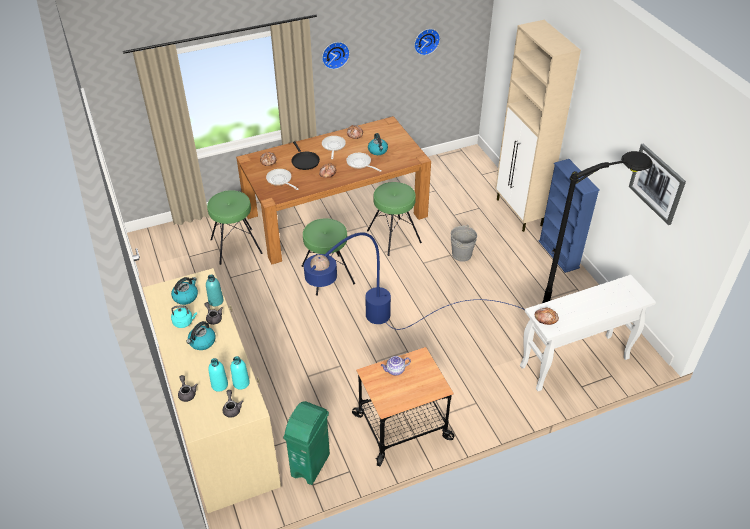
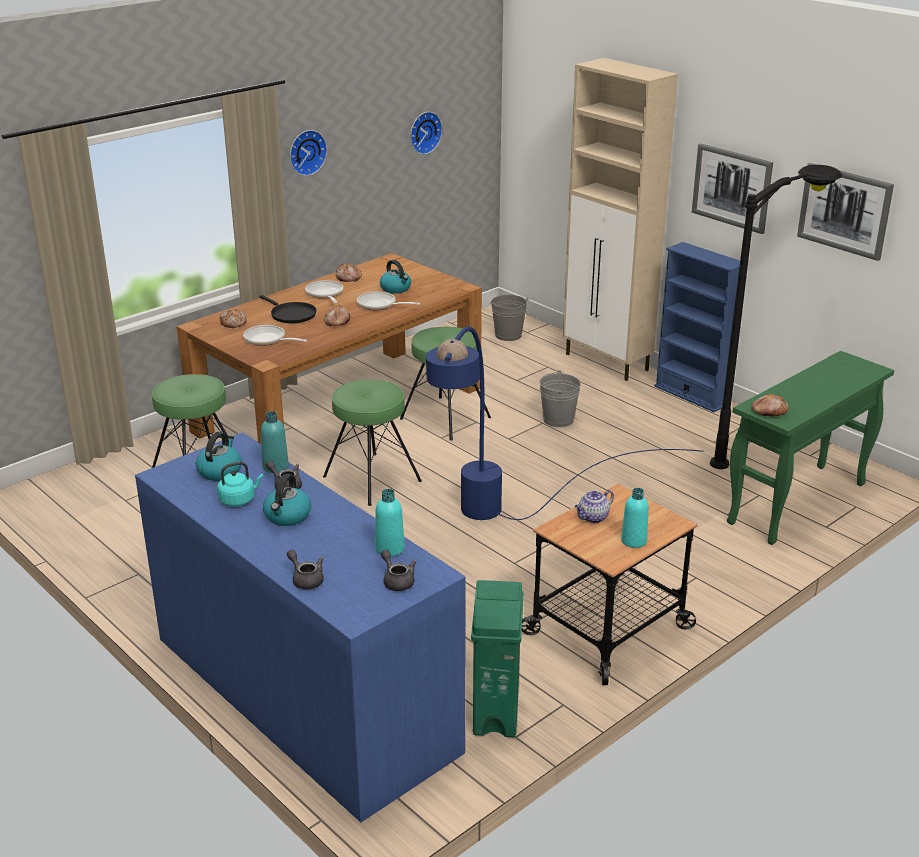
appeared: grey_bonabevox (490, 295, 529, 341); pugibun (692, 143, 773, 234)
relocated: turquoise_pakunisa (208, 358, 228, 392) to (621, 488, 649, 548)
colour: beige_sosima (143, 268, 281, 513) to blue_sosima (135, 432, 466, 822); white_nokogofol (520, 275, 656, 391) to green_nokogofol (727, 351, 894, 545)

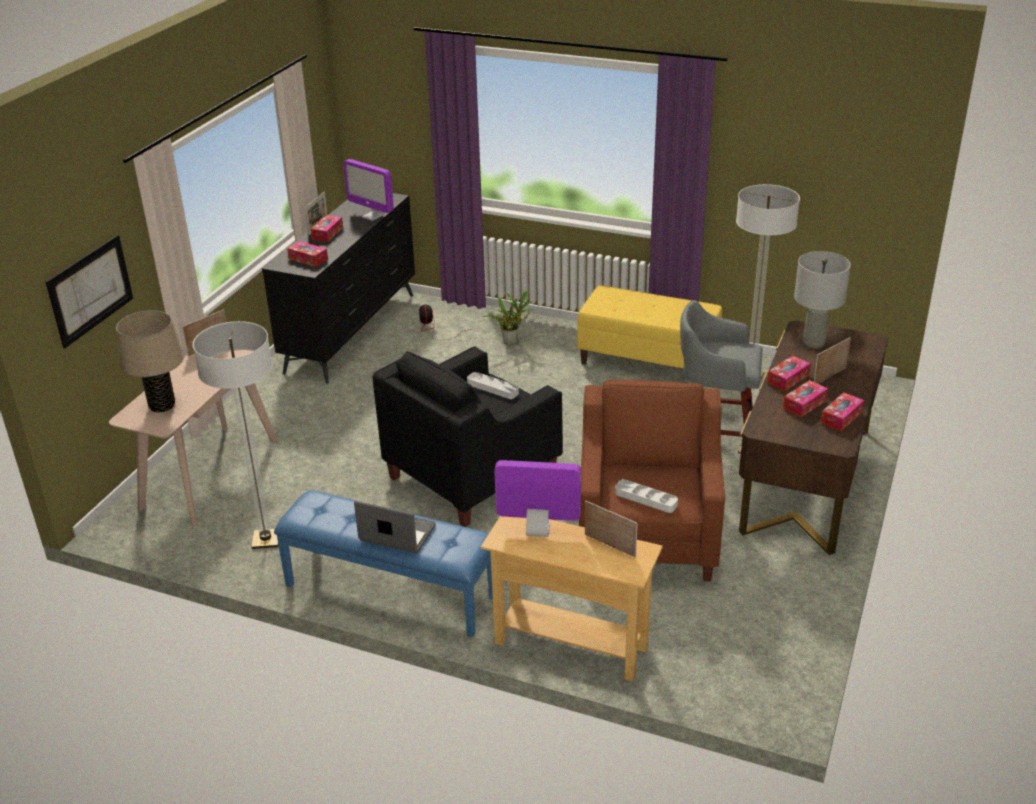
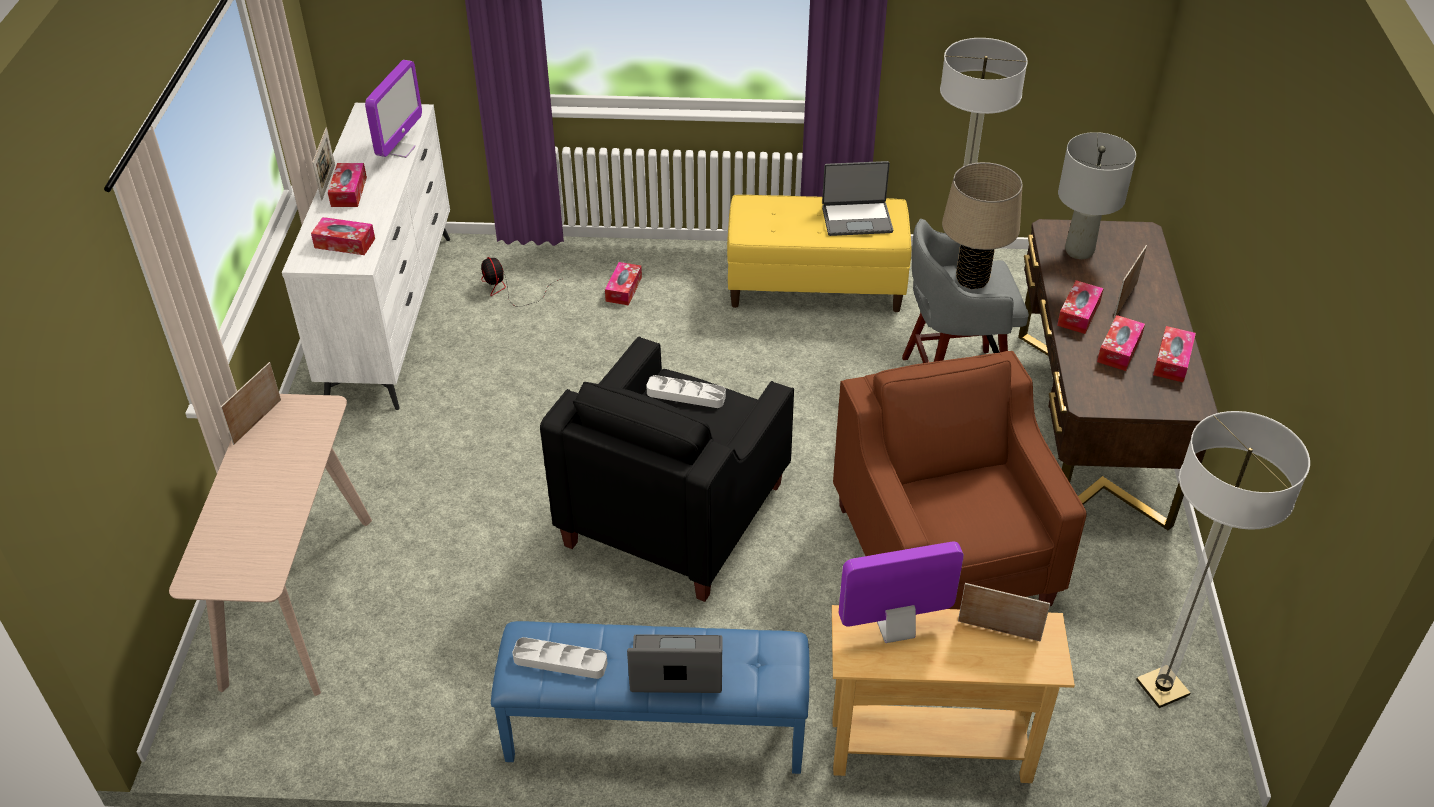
missing: pugibun (46, 235, 133, 348)
appeared: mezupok (822, 161, 893, 236)
relocated: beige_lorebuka (116, 311, 184, 412) to (942, 162, 1022, 289); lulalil (193, 321, 278, 549) to (1136, 411, 1310, 708); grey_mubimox (615, 479, 678, 513) to (512, 637, 608, 679)
exchanged: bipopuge (483, 291, 533, 345) to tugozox (605, 262, 642, 305)
colour: black_sosima (262, 193, 415, 384) to white_sosima (282, 103, 450, 410)
spun: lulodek (343, 159, 394, 221) = (365, 60, 422, 158) 90 degrees counterclockwise

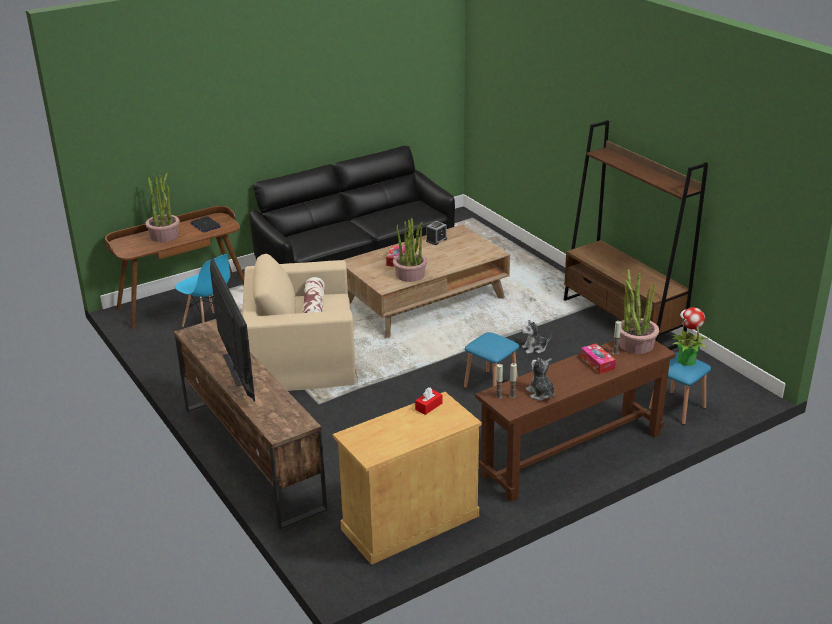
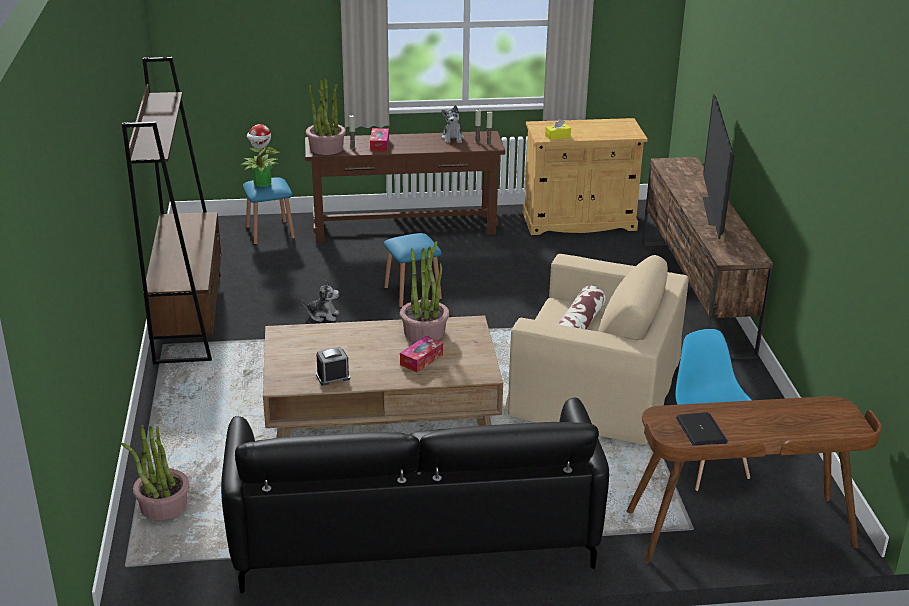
relocated: bipopuge (145, 173, 180, 242) to (121, 425, 189, 520)
colour: red_tugozox (415, 387, 442, 415) to yellow_tugozox (545, 119, 571, 140)

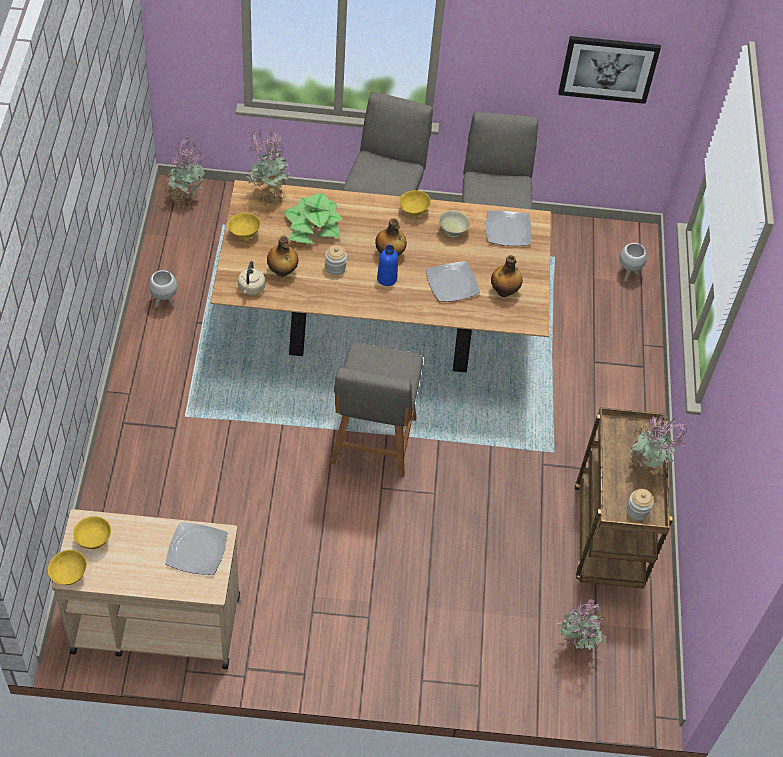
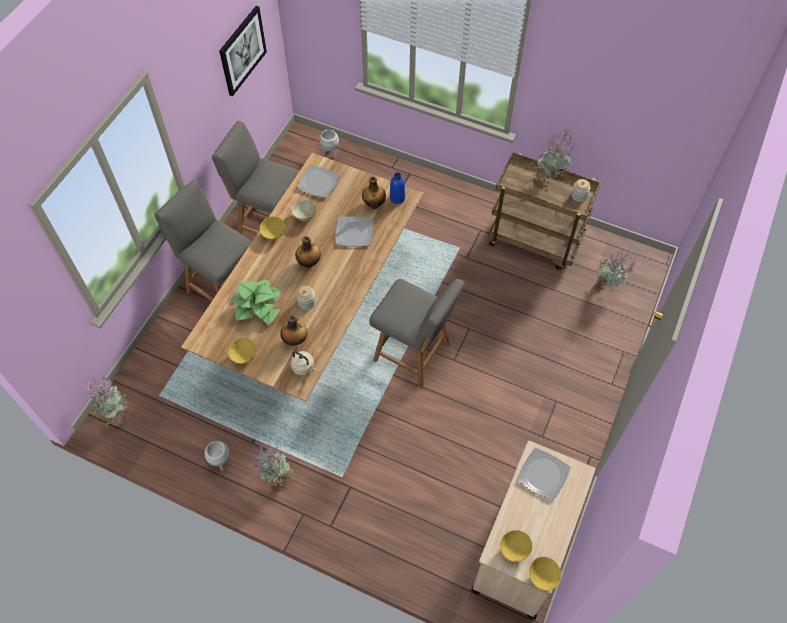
relocated: bipopuge (247, 129, 291, 207) to (249, 442, 296, 491); blue_pakunisa (377, 245, 398, 286) to (390, 172, 405, 204)

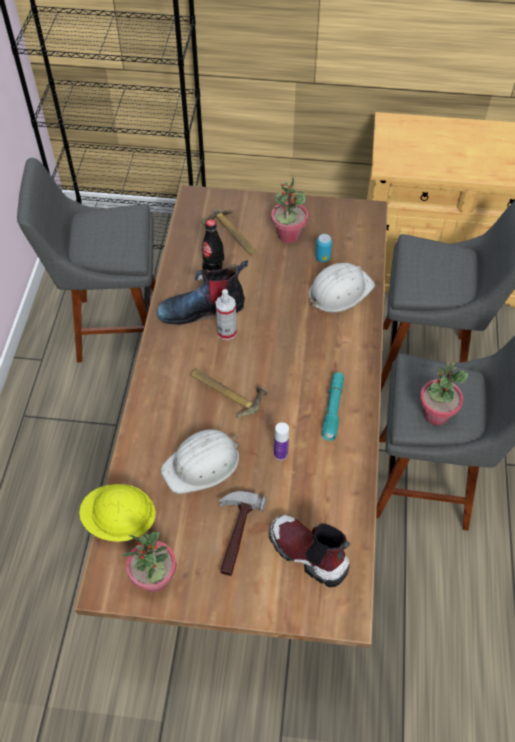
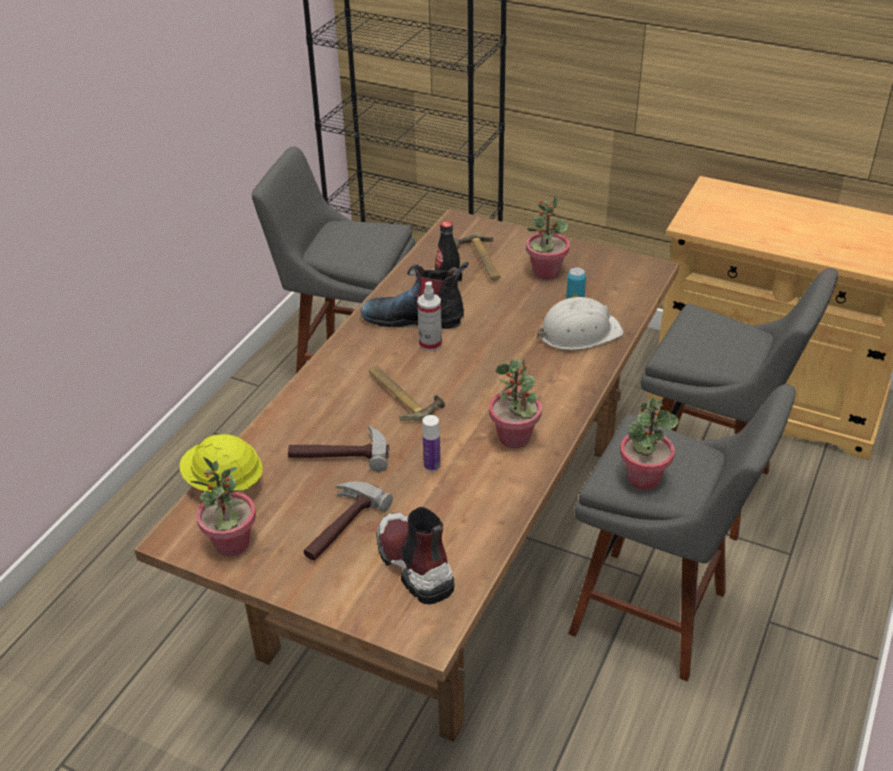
exchanged: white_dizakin (161, 429, 239, 494) to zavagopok (288, 426, 389, 472); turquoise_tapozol (322, 372, 344, 441) to bipopuge (489, 359, 542, 448)

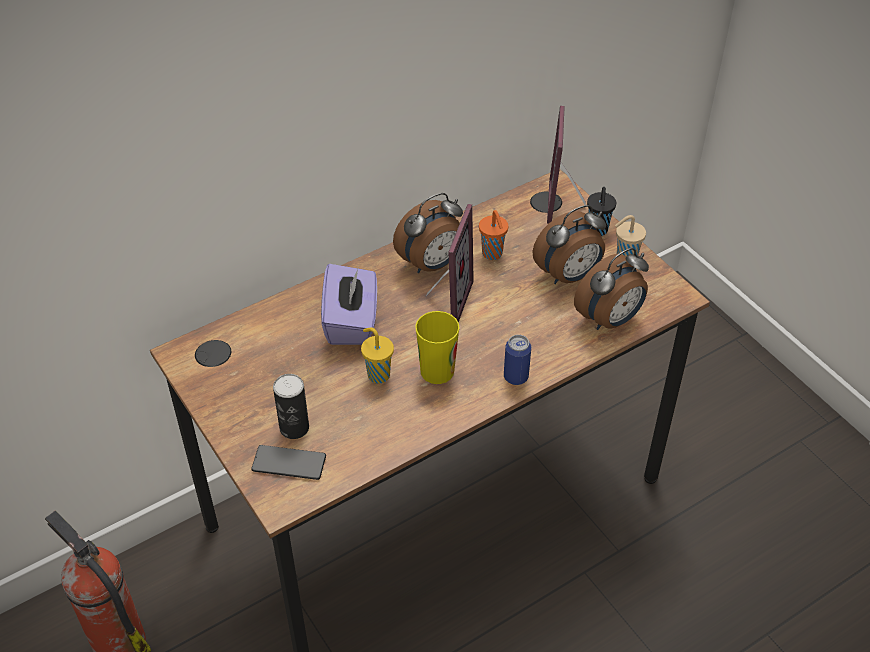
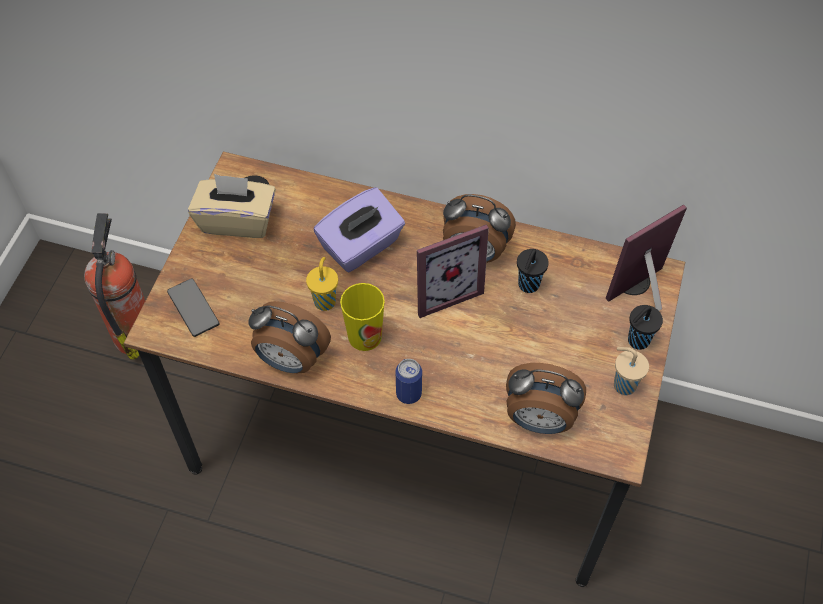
missing: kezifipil (273, 374, 309, 439)
appeared: beige_tugozox (188, 174, 276, 238)
relocated: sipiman (533, 205, 606, 284) to (248, 301, 331, 373)
colour: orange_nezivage (479, 210, 508, 260) to black_nezivage (517, 249, 549, 293)

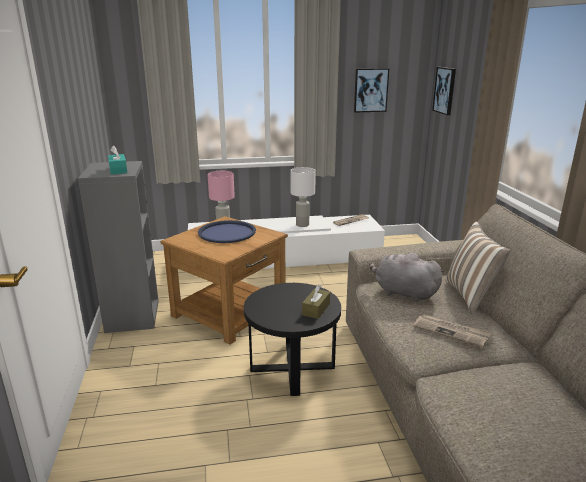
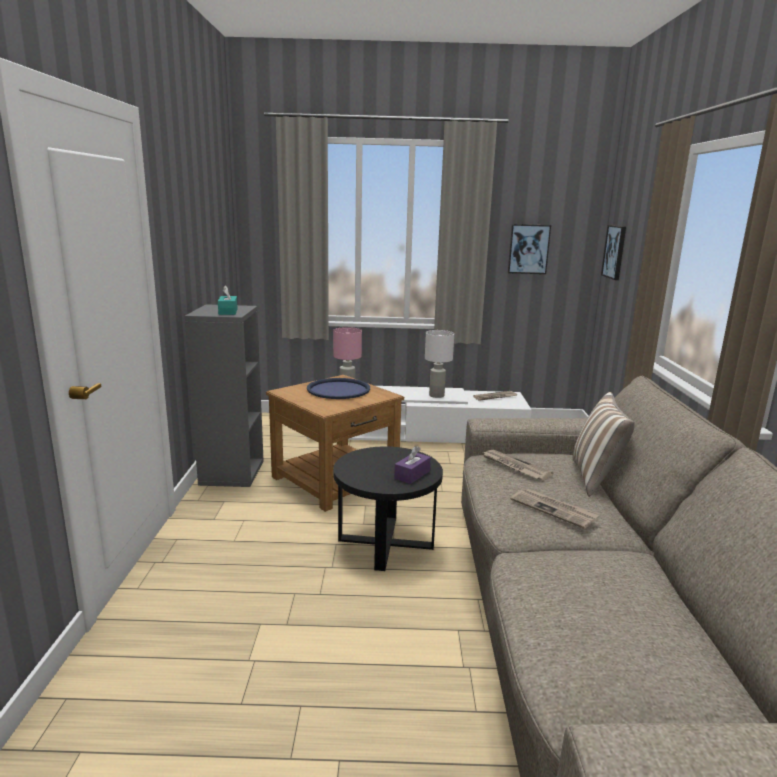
exchanged: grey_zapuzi (369, 253, 444, 302) to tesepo (483, 450, 553, 480)
colour: brown_tugozox (302, 284, 330, 319) to purple_tugozox (394, 446, 431, 484)

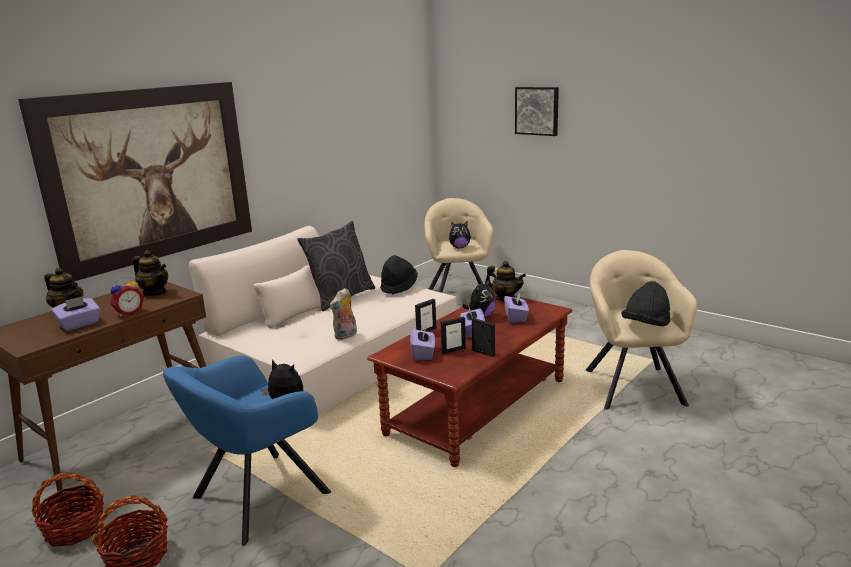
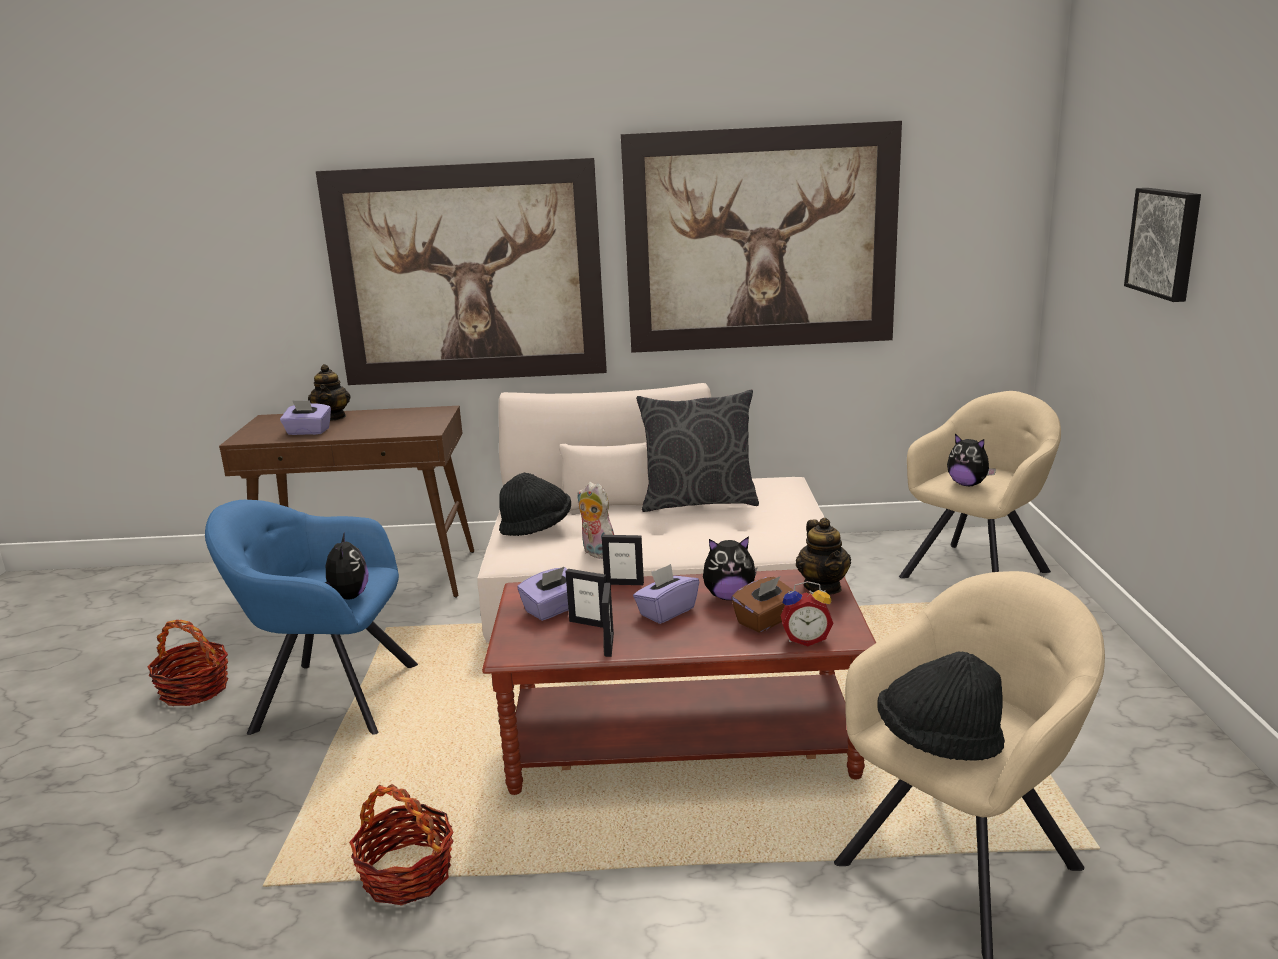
missing: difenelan (132, 250, 168, 296)
appeared: pugibun (621, 121, 902, 353)
relocated: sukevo (32, 472, 104, 547) to (349, 784, 454, 906); sipiman (110, 277, 144, 317) to (781, 581, 834, 646); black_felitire (381, 255, 418, 294) to (499, 473, 571, 536)
colour: purple_tugozox (504, 293, 529, 323) to brown_tugozox (732, 576, 793, 633)
spun: zapuzi (330, 288, 357, 340) = (577, 482, 614, 559) 45 degrees clockwise

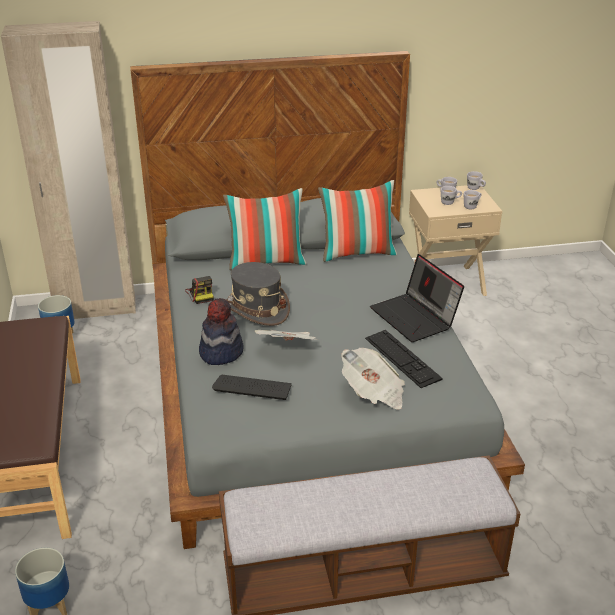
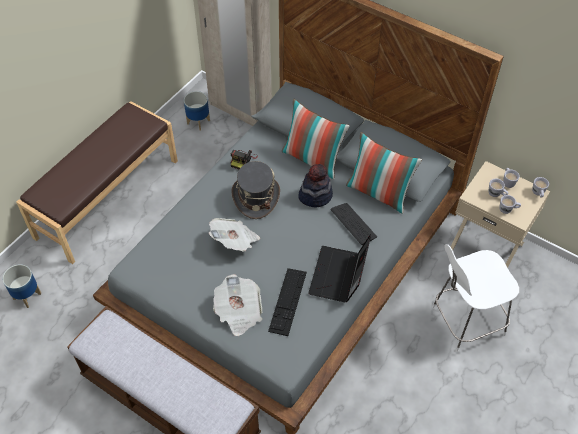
appeared: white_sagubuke (432, 244, 519, 352)
relocated: felitire (199, 298, 244, 365) to (298, 164, 333, 208); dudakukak (212, 375, 292, 400) to (331, 203, 377, 245)

